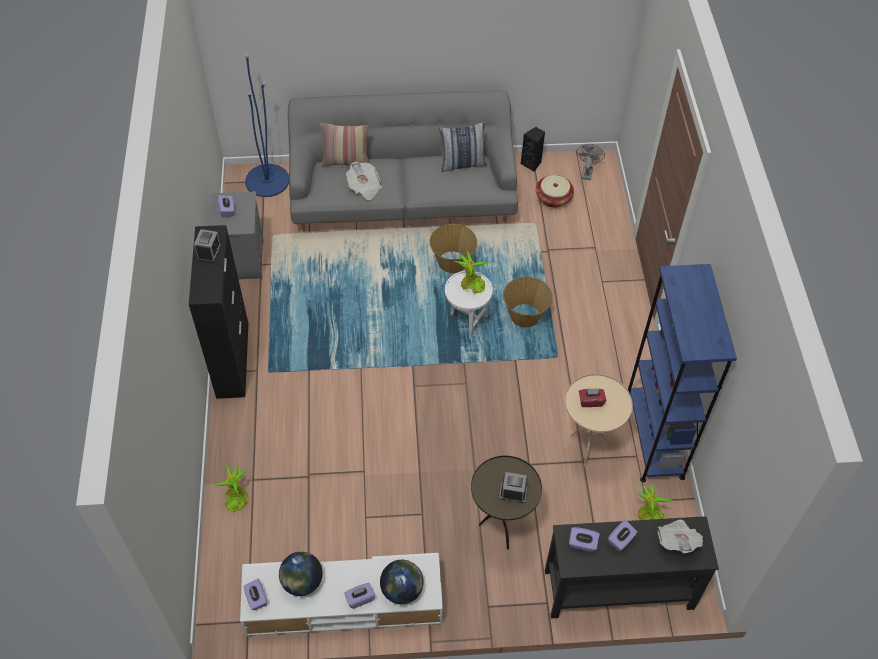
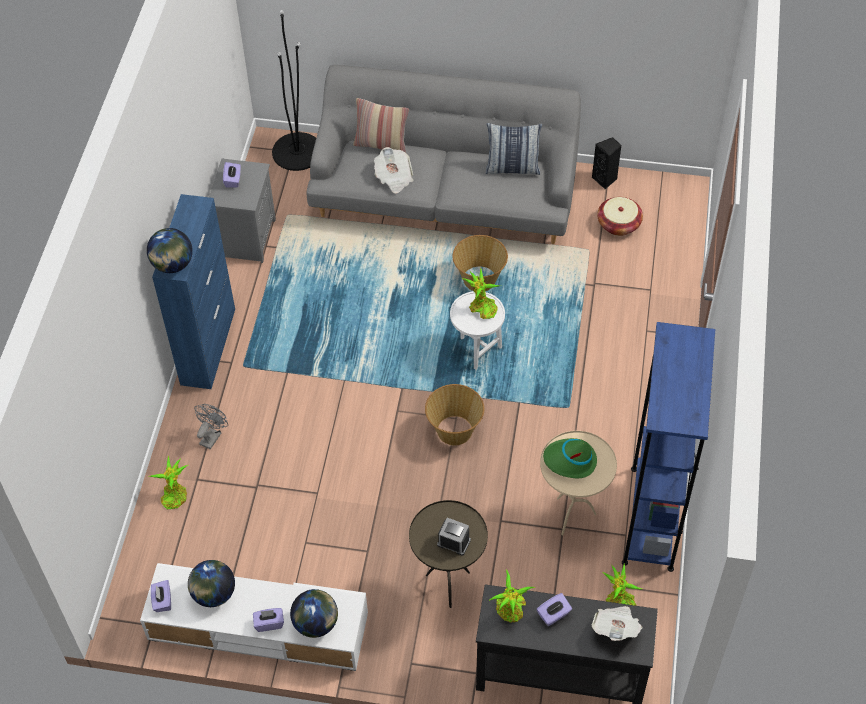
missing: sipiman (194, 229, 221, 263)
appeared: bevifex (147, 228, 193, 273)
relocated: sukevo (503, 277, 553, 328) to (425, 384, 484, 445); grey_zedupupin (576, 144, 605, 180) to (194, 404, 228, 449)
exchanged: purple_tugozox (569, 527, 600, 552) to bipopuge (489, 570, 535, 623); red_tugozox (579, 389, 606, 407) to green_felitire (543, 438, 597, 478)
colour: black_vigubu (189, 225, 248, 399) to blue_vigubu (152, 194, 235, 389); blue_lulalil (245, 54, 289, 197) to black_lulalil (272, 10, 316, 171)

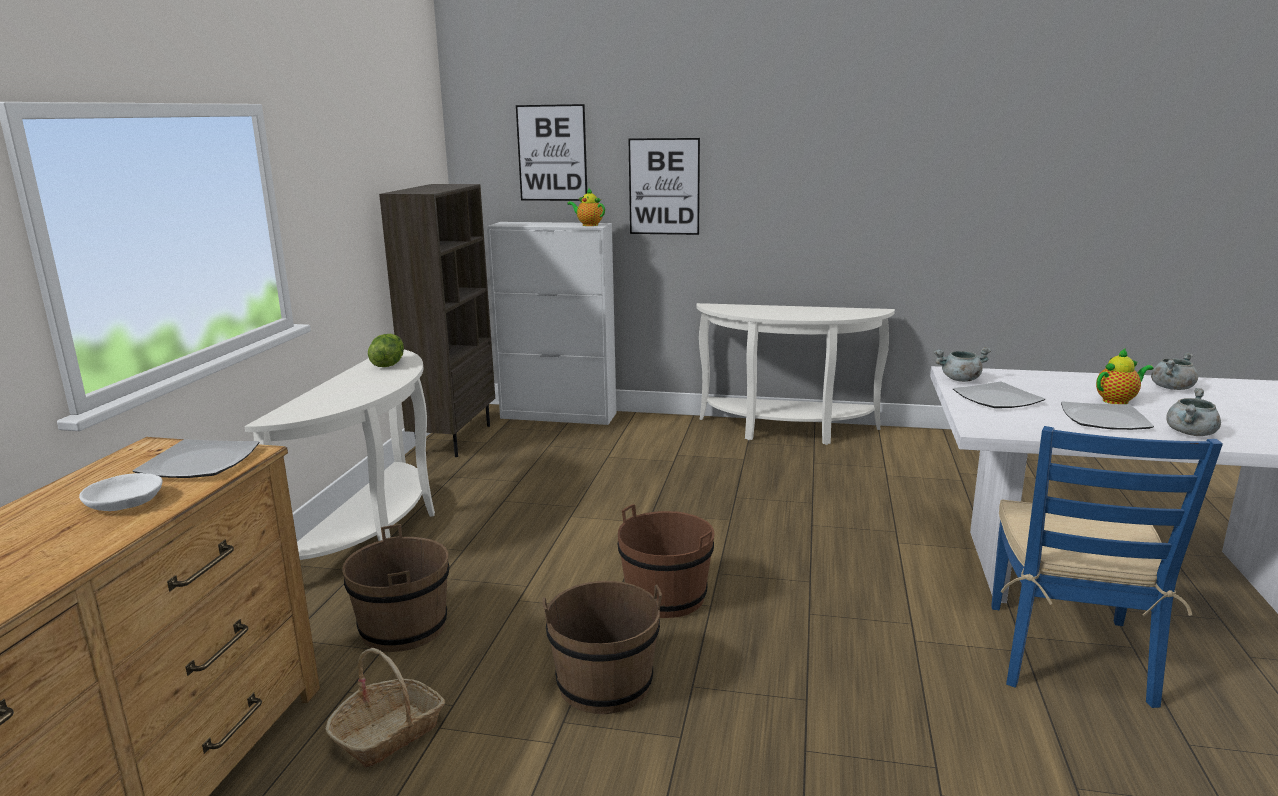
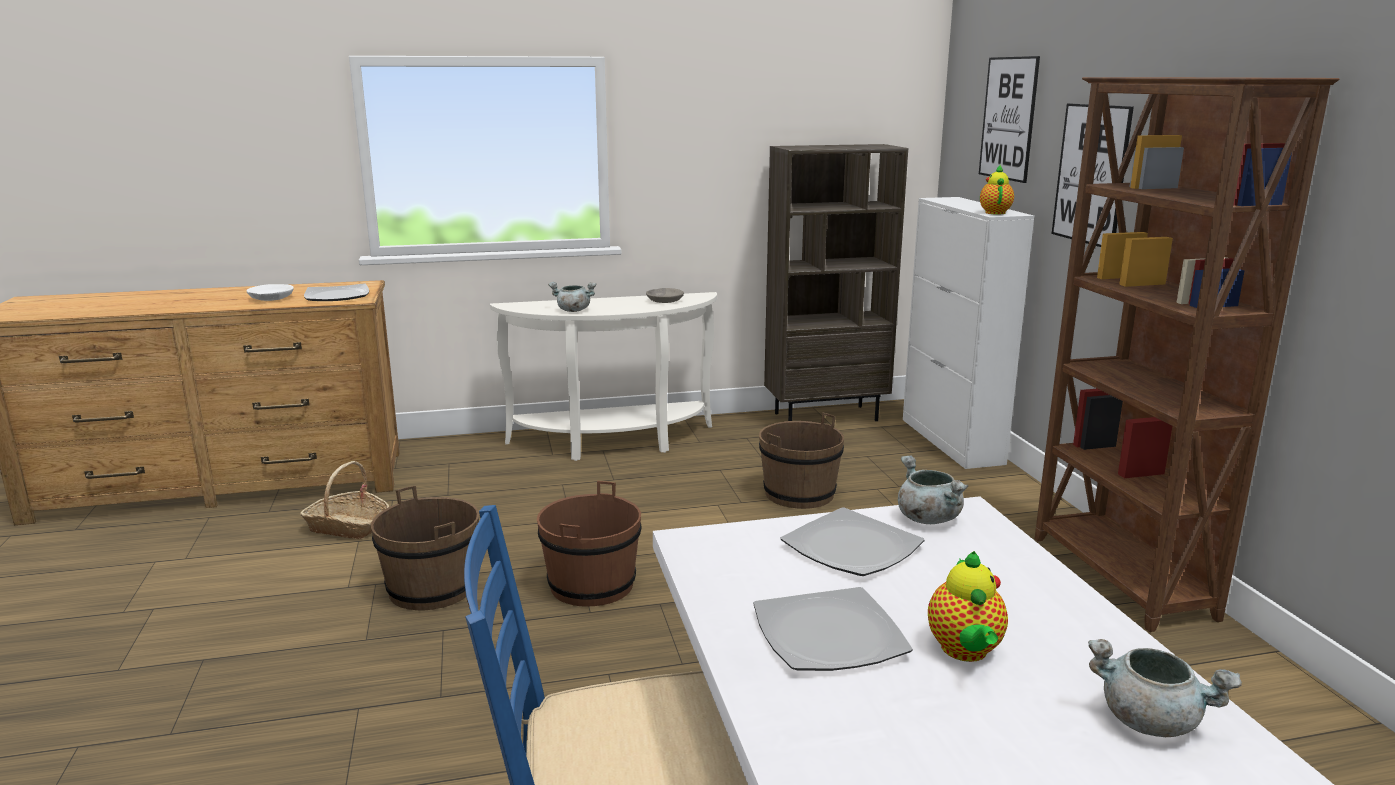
relocated: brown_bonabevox (342, 524, 449, 652) to (759, 412, 844, 509); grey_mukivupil (1166, 388, 1221, 436) to (548, 282, 596, 312)
exchanged: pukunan (368, 334, 404, 367) to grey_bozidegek (646, 288, 684, 303); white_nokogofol (697, 303, 895, 445) to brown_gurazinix (1035, 77, 1339, 632)
spun: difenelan (1096, 348, 1154, 404) = (928, 551, 1008, 662) 45 degrees clockwise

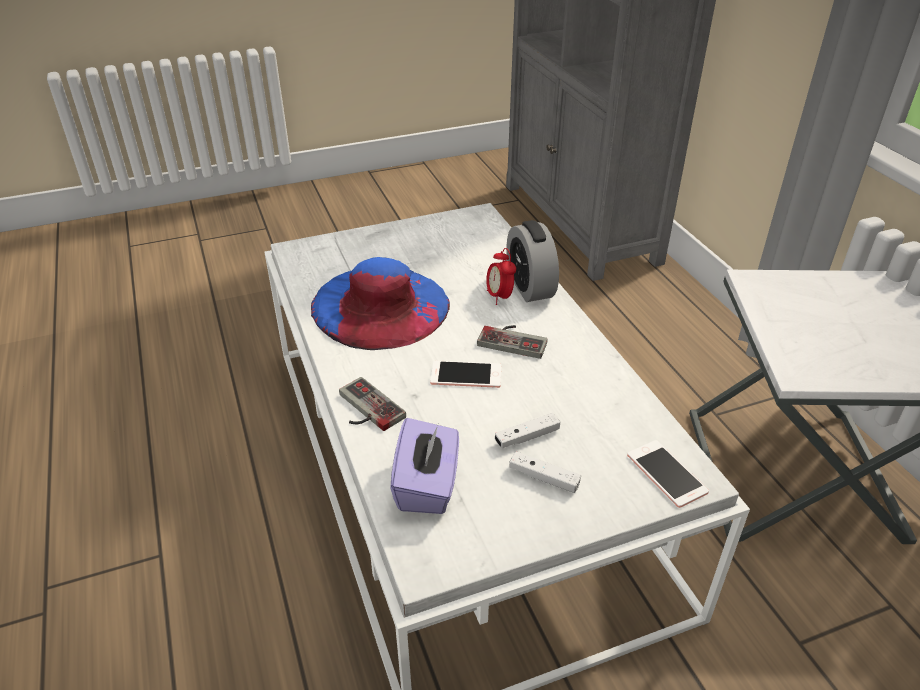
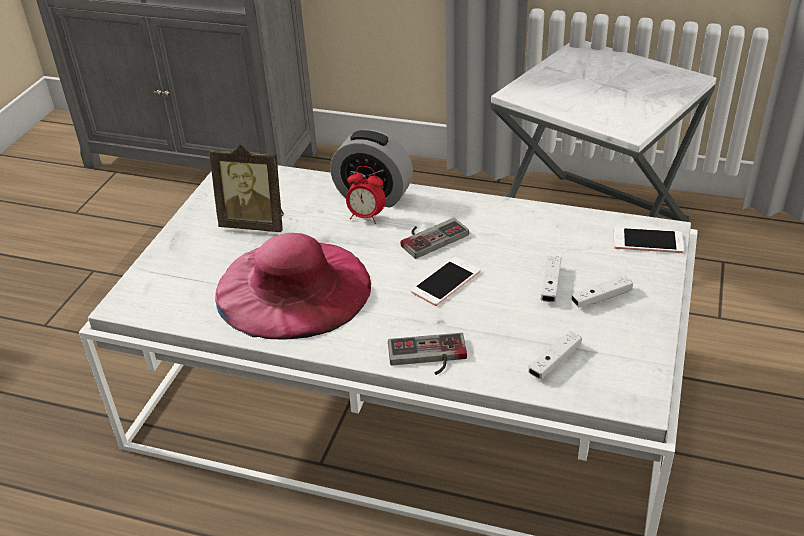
appeared: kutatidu (209, 144, 284, 232)
exchanged: purple_tugozox (390, 418, 459, 514) to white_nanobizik (528, 331, 582, 379)
colour: blue_felitire (311, 257, 450, 350) to pink_felitire (215, 233, 371, 340)

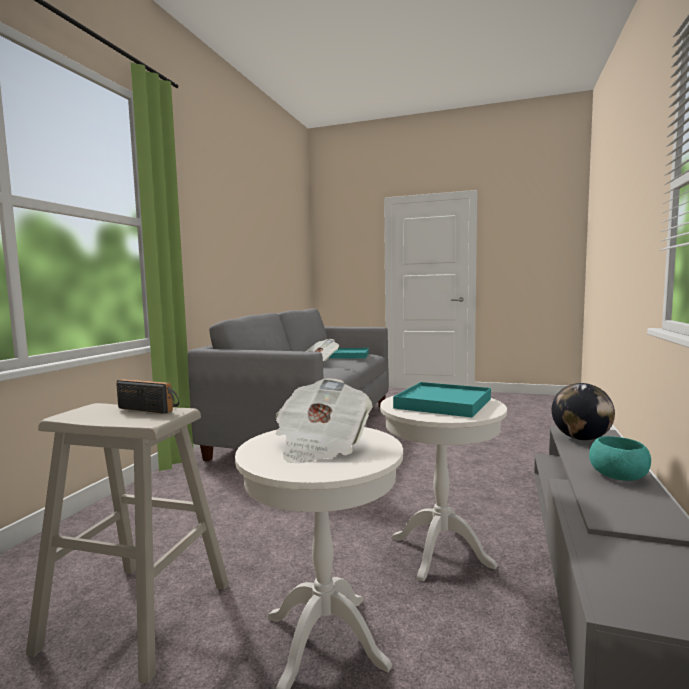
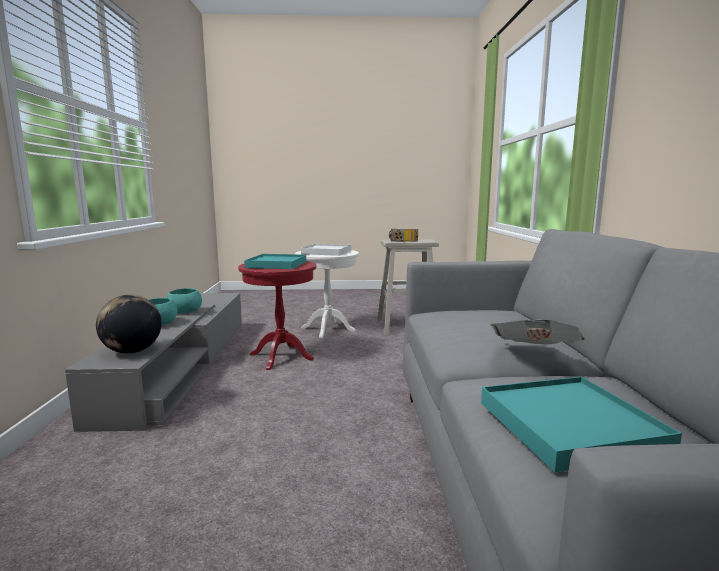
appeared: turquoise_bozidegek (167, 288, 202, 314)
exchanged: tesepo (275, 378, 373, 463) to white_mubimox (301, 244, 351, 256)
colour: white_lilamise (380, 396, 507, 582) to red_lilamise (238, 261, 316, 370)

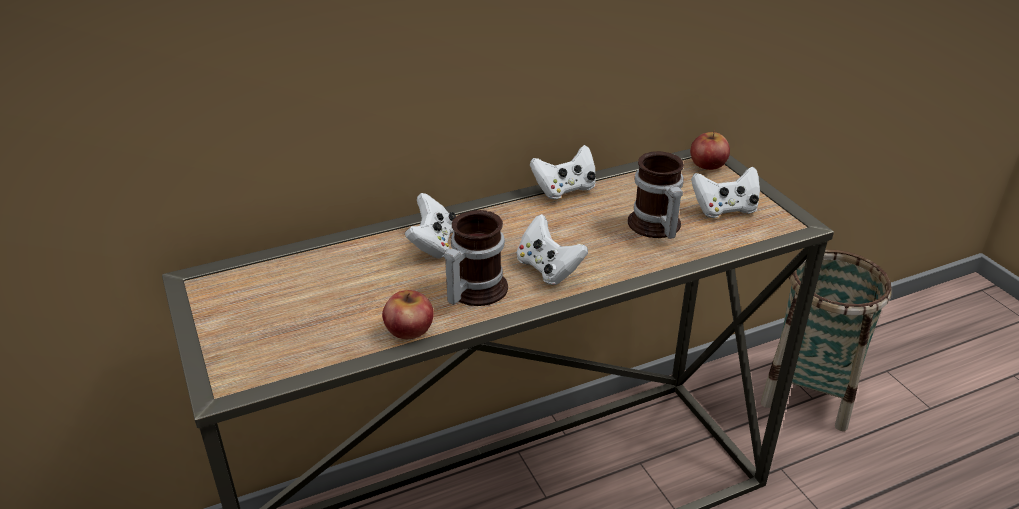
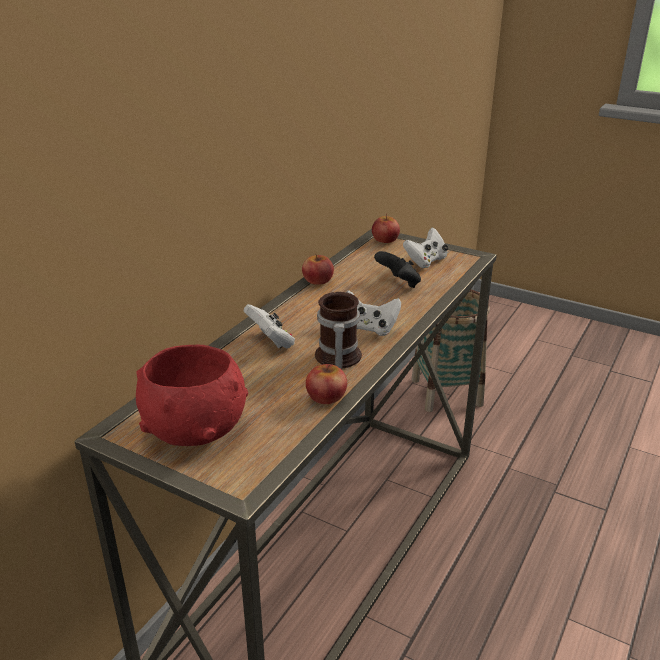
appeared: red_bozidegek (136, 345, 248, 446)
exchanged: white_nanobizik (530, 145, 596, 199) to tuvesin (302, 255, 334, 285); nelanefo (628, 151, 684, 239) to black_nanobizik (374, 251, 421, 288)

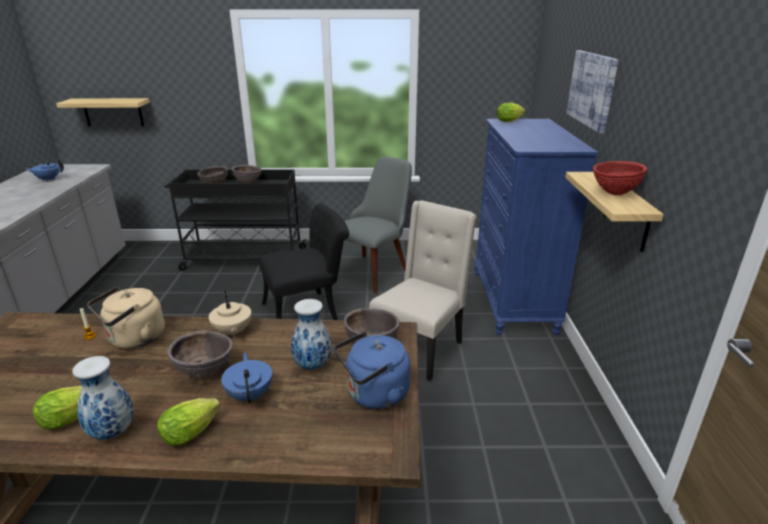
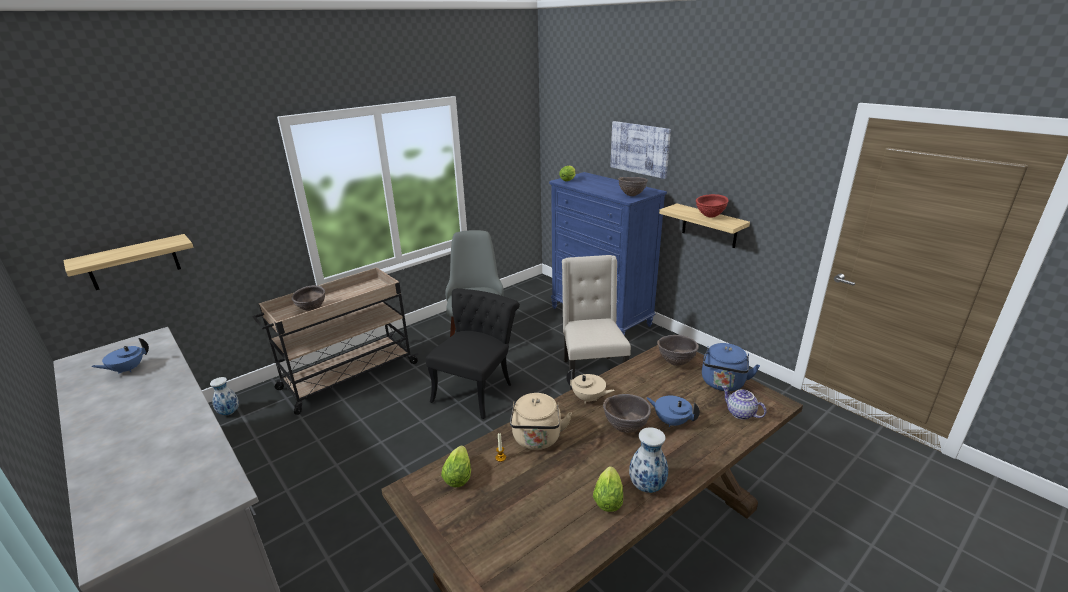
appeared: difenelan (722, 386, 767, 420)
relocated: pukunan (157, 398, 220, 446) to (441, 446, 471, 487); brown_bozidegek (232, 165, 262, 183) to (618, 177, 648, 196); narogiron (291, 299, 332, 370) to (210, 377, 239, 415)
colour: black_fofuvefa (164, 170, 307, 271) to beige_fofuvefa (252, 268, 419, 415)

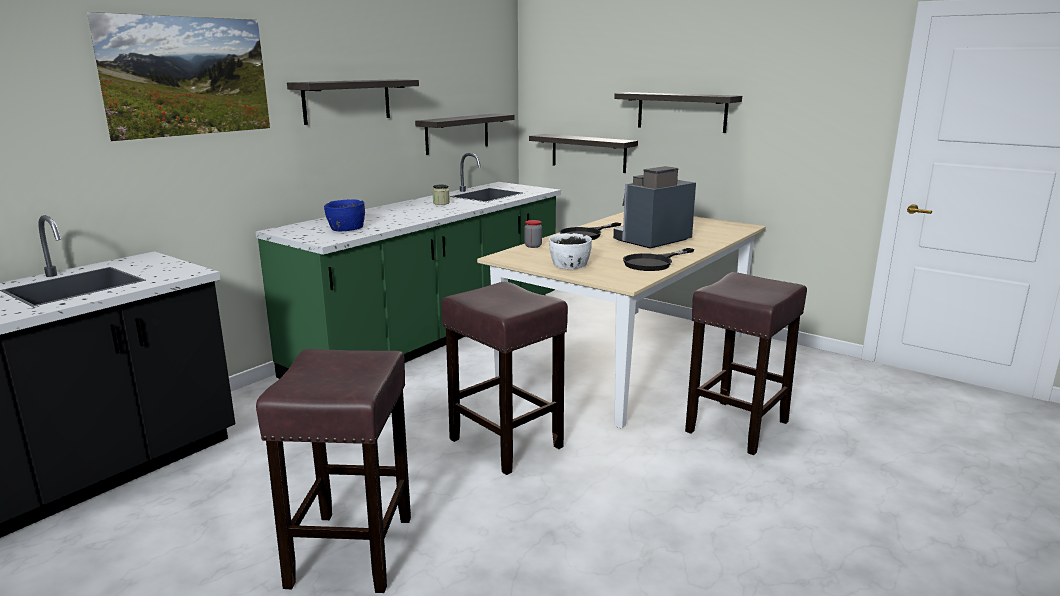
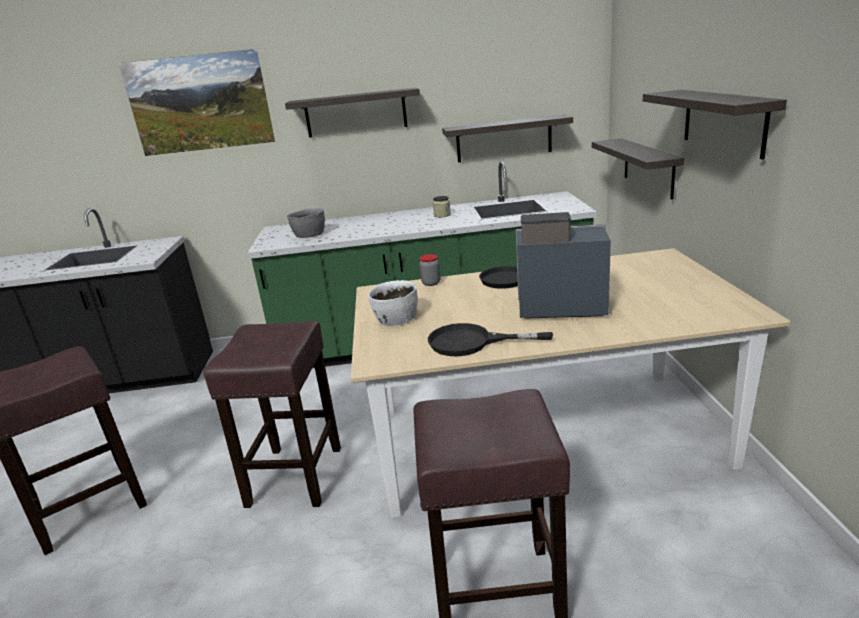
colour: blue_bozidegek (324, 199, 365, 231) to grey_bozidegek (287, 208, 325, 238)

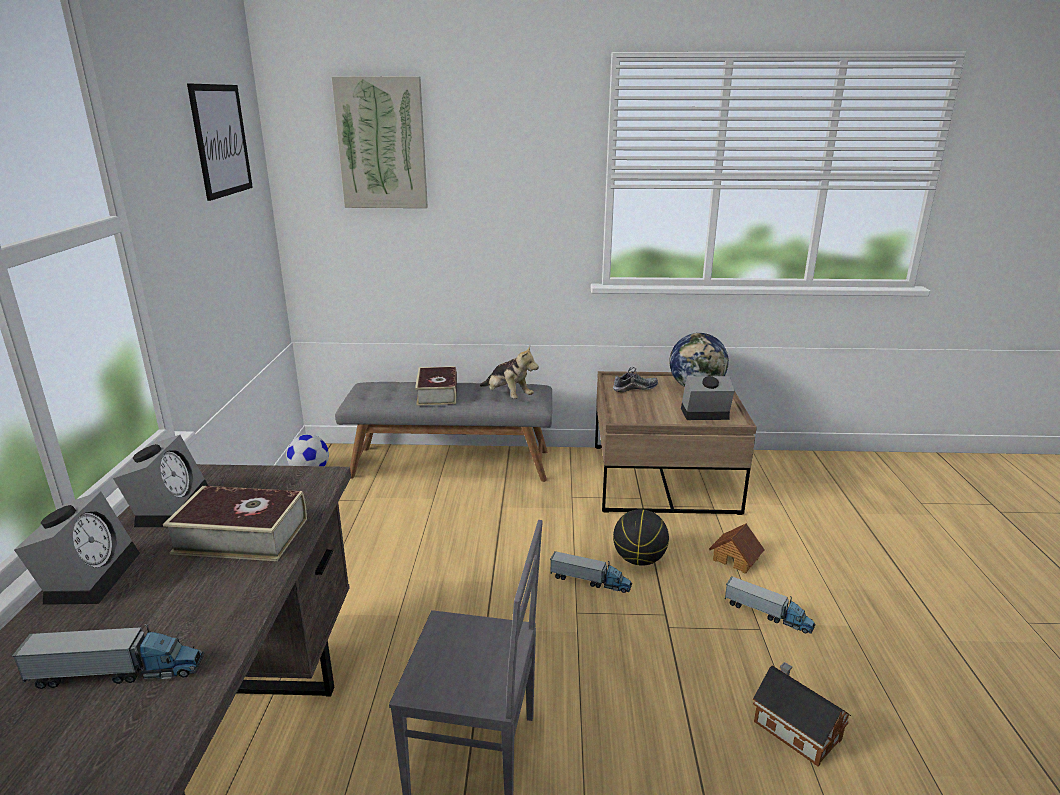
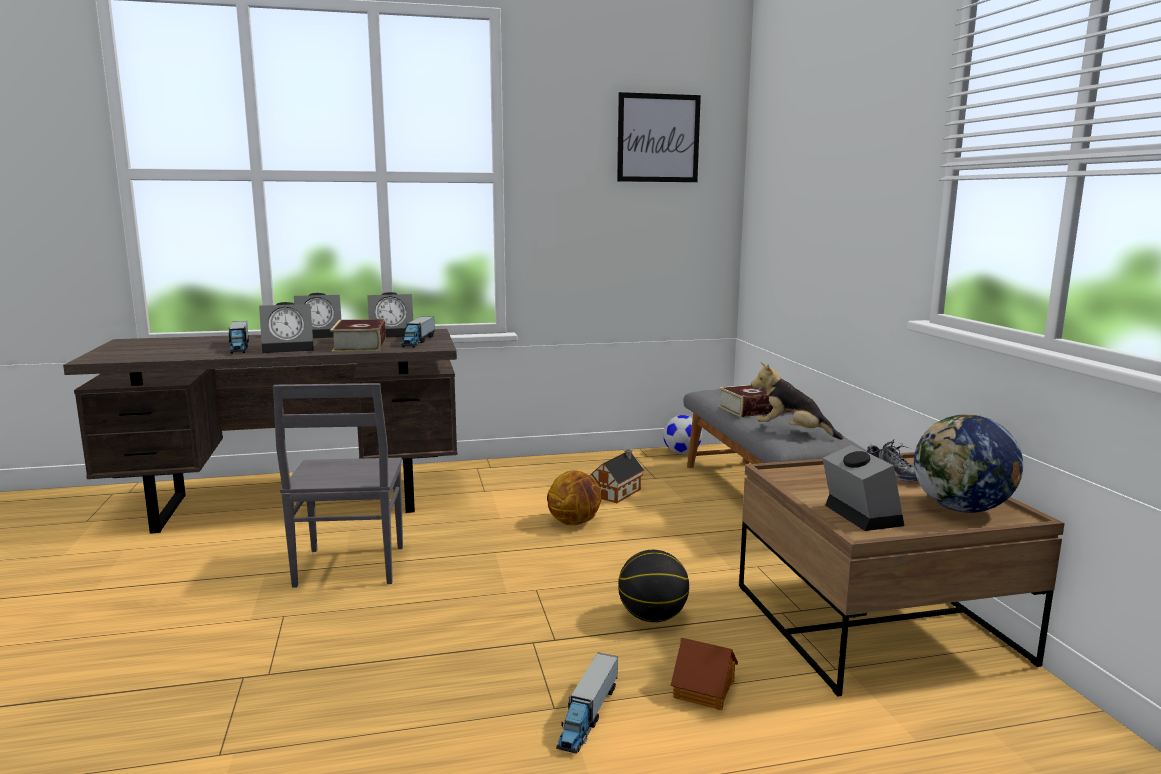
missing: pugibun (331, 76, 428, 208)
appeared: sipiman (259, 302, 313, 353); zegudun (547, 470, 601, 525)
relocated: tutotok (550, 551, 632, 593) to (401, 316, 435, 347); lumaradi (753, 662, 851, 767) to (590, 449, 644, 503)
spun: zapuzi (480, 346, 539, 399) = (751, 362, 843, 440) 90 degrees clockwise

